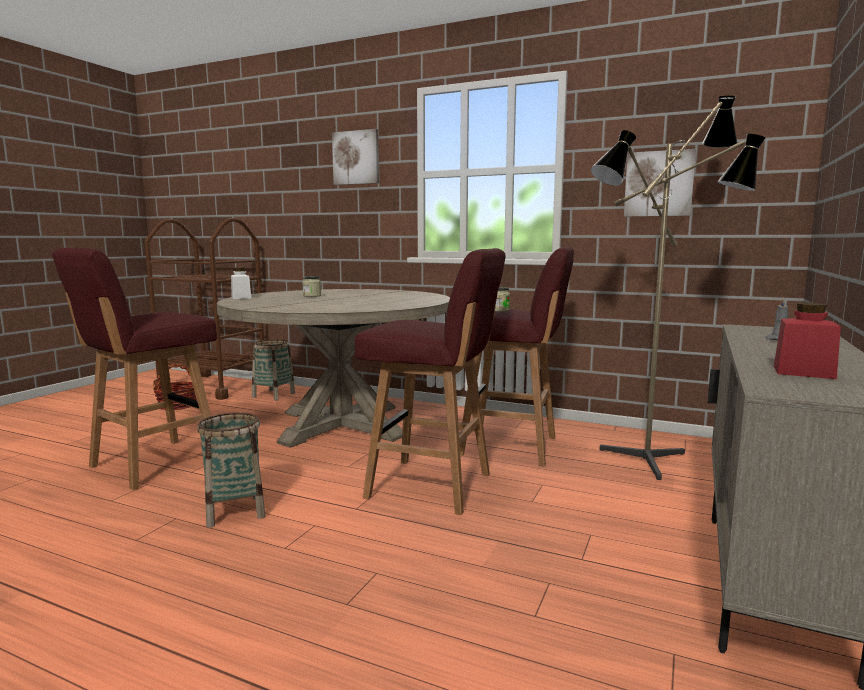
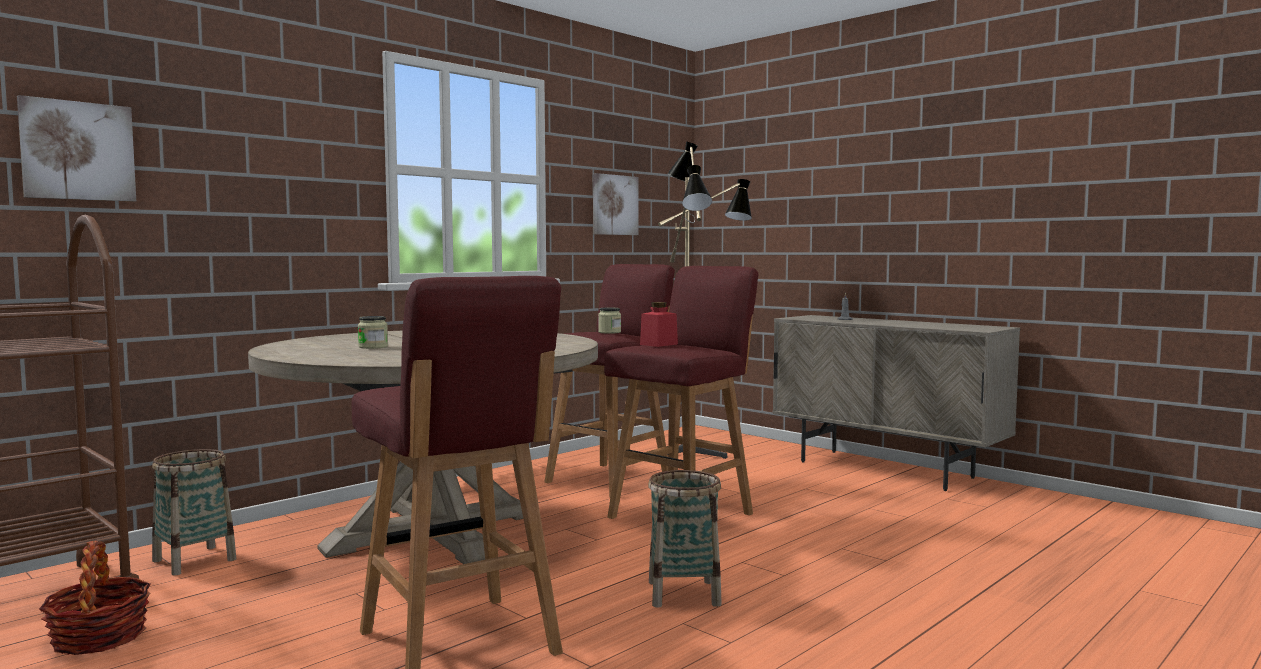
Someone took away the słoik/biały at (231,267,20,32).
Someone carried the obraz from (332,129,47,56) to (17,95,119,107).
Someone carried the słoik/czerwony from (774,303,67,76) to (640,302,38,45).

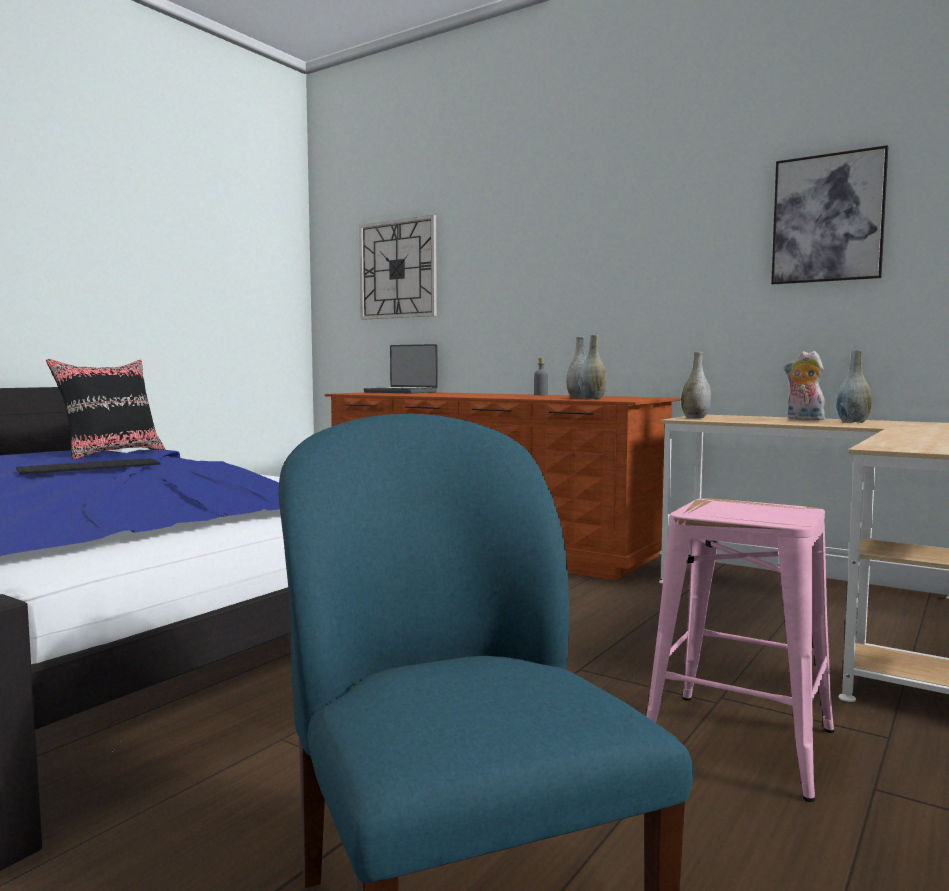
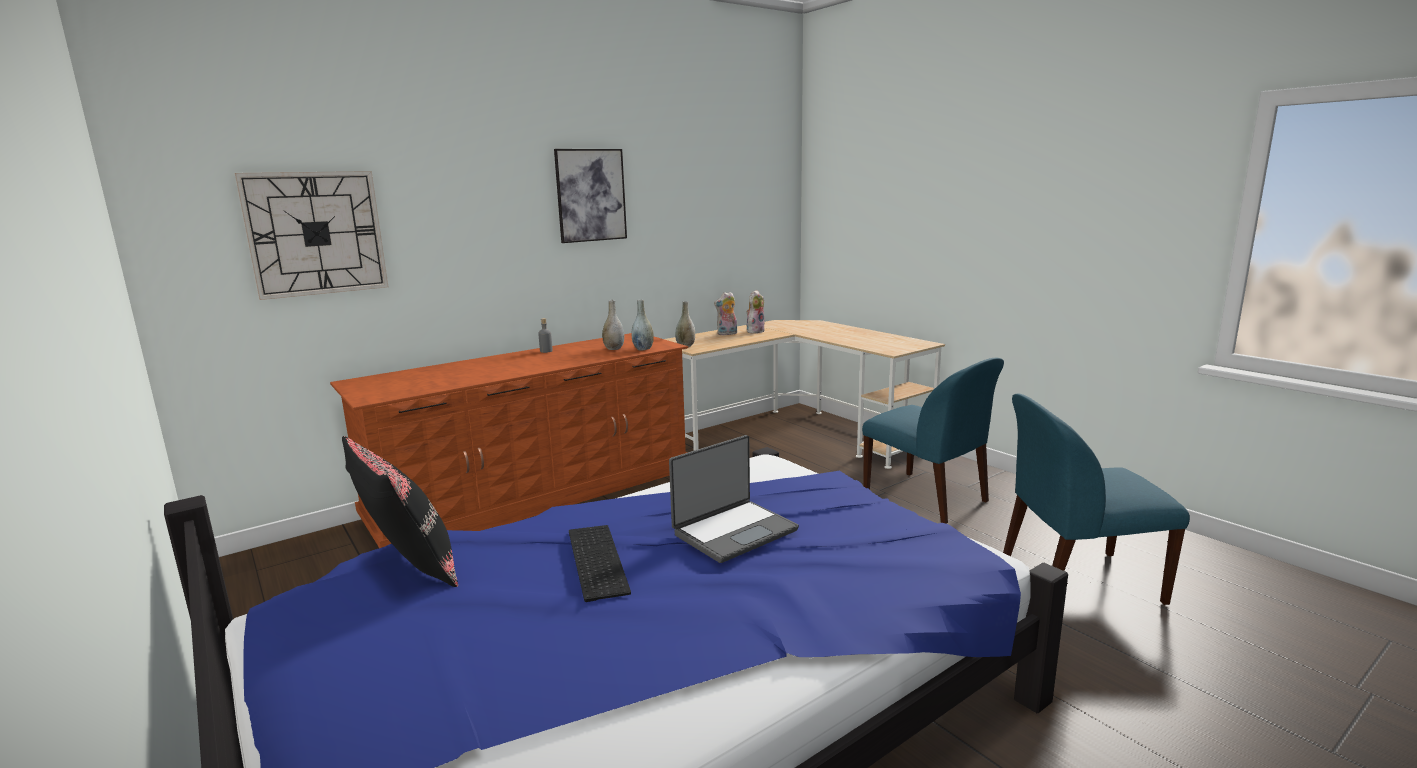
Someone carried the laptop from (363,344,75,50) to (669,435,130,128).
Someone carried the obraz from (771,145,117,139) to (554,149,73,94).
Someone swapped the stołek/różowy at (646,498,188,304) for the krzesło/niebieski at (862,358,142,166).
Someone swapped the wazon/szary at (836,350,36,73) for the pluszak at (746,290,19,44).

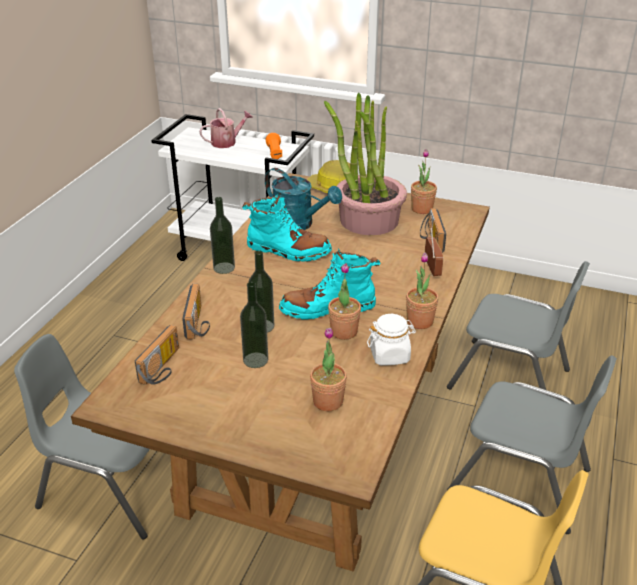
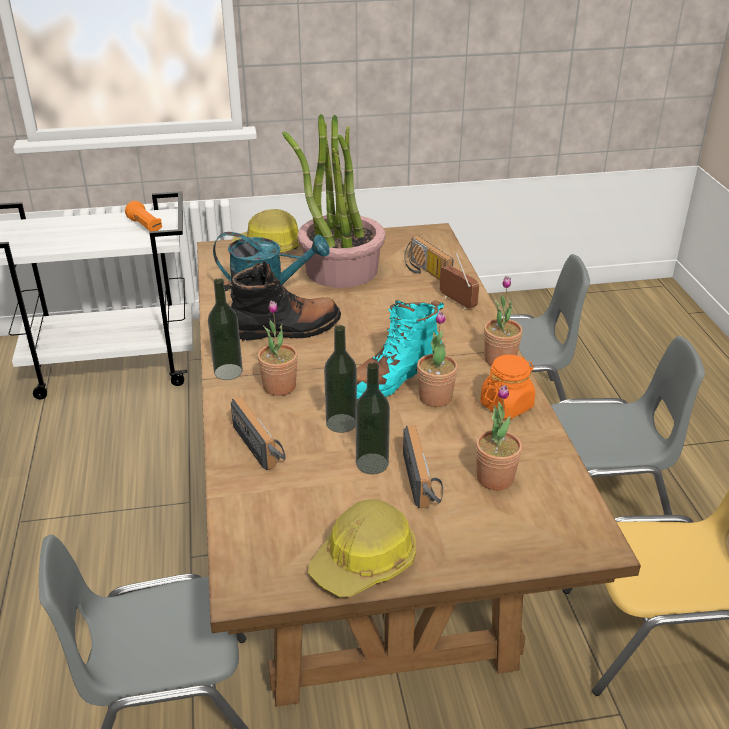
Someone took away the konewka at (199,108,54,40).
Someone put down the kask at (308,500,108,97).
Someone carried the radio from (135,325,44,60) to (403,425,40,83).
Someone carried the roślina doniczkowa from (411,149,26,65) to (258,301,40,95).
Someone repainted the but z cholewką/turkusowy at (242,195,90,67), which became the but z cholewką/czarny at (224,261,117,80).
Someone repainted the słoik/biały at (367,314,49,52), which became the słoik/pomarańczowy at (480,355,55,64).

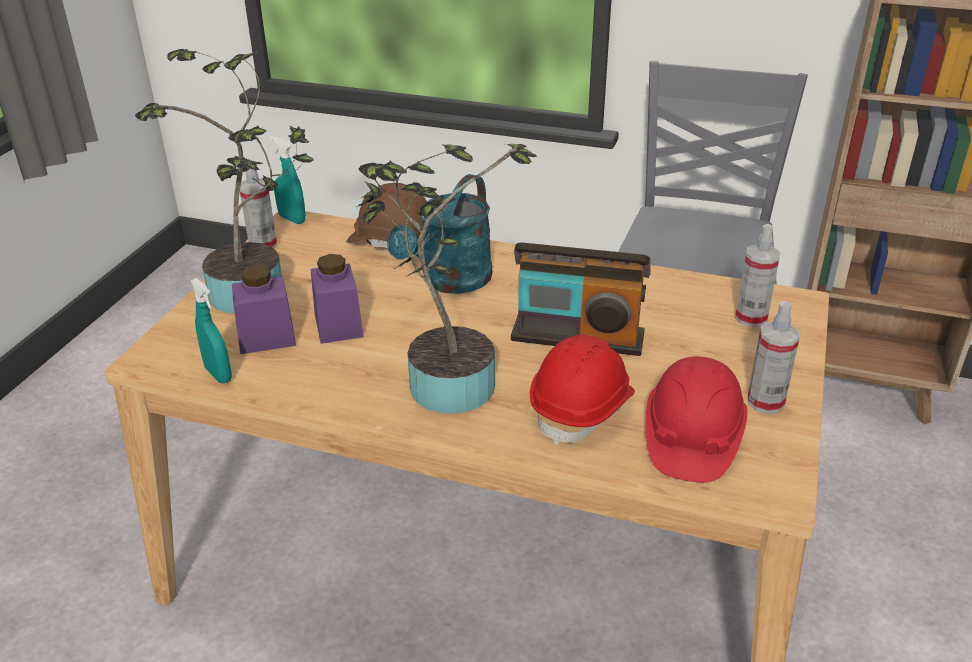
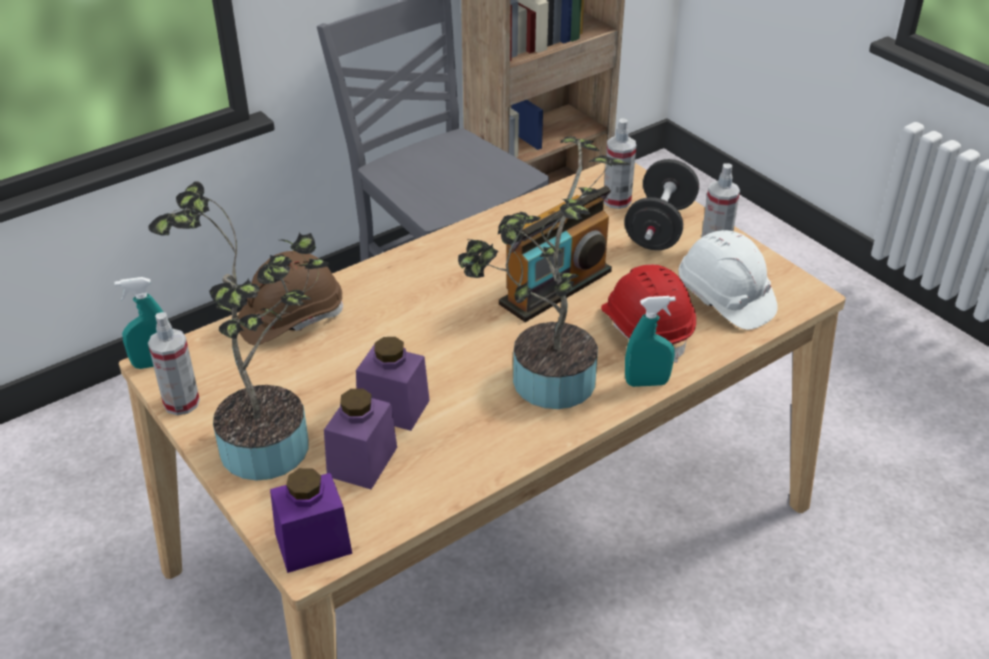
Someone took away the konewka/turkusowy at (387,174,105,120).
Someone put down the słoik/fioletowy at (270,468,82,105).
Someone put down the hantel/czarny at (624,159,75,91).
Someone carried the spryskiwacz/turkusowy from (191,278,41,105) to (625,296,51,91).
Someone repainted the kask/czerwony at (646,356,102,127), which became the kask/biały at (678,230,100,100).

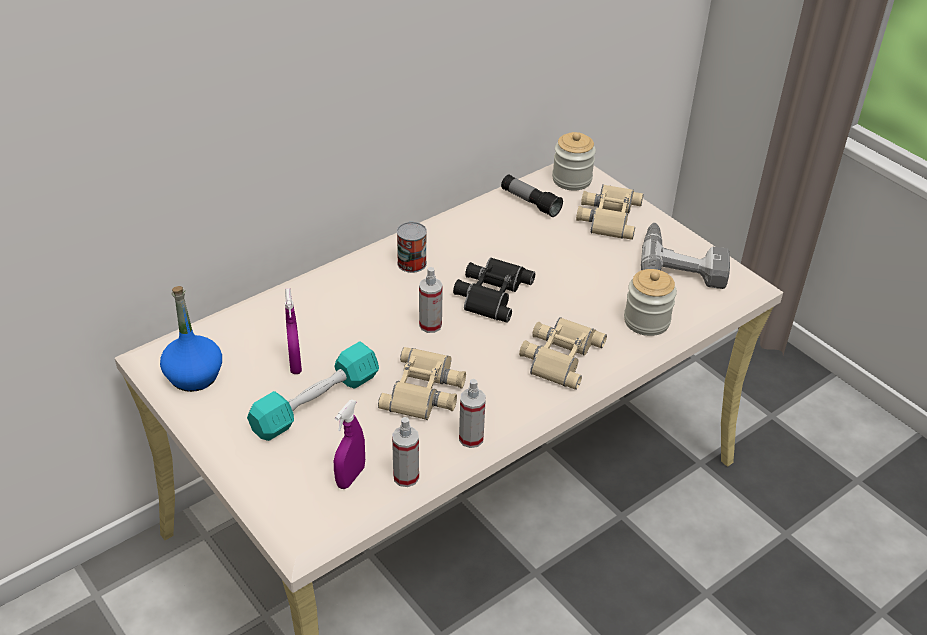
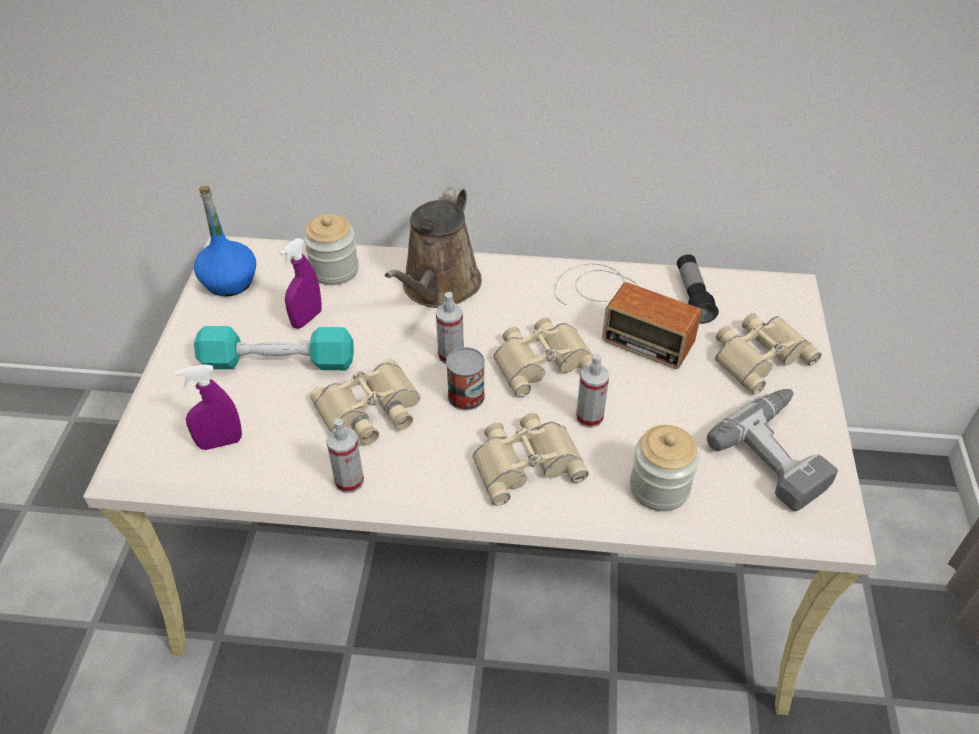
Someone put down the konewka/brązowy at (385,186,97,122).
Someone put down the radio at (554,263,147,106).
Someone carried the spryskiwacz from (392,417,27,70) to (576,353,33,75).
Someone carried the puszka from (397,222,30,51) to (446,347,39,64).
Someone carried the słoik from (552,132,44,59) to (304,214,55,71).
Someone repainted the lornetka/czarny at (453,257,82,66), which became the lornetka/beżowy at (494,318,99,79).

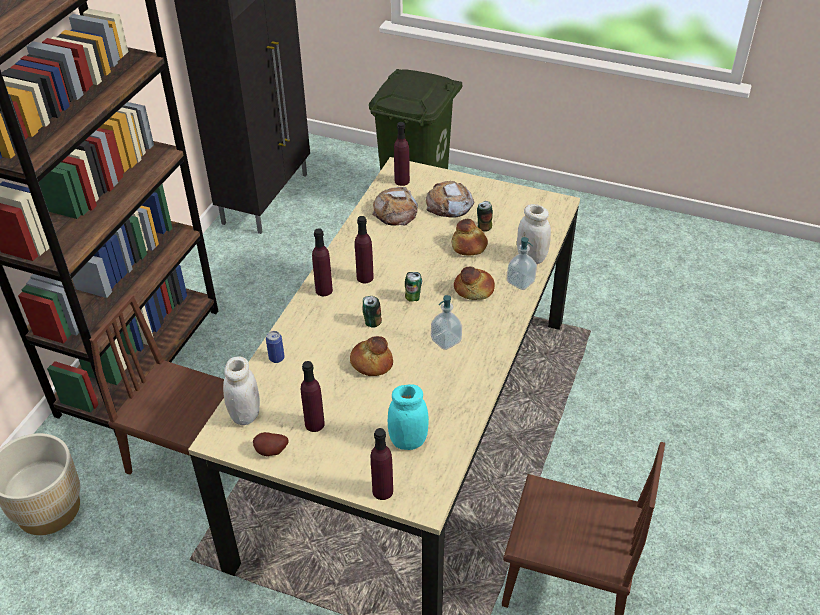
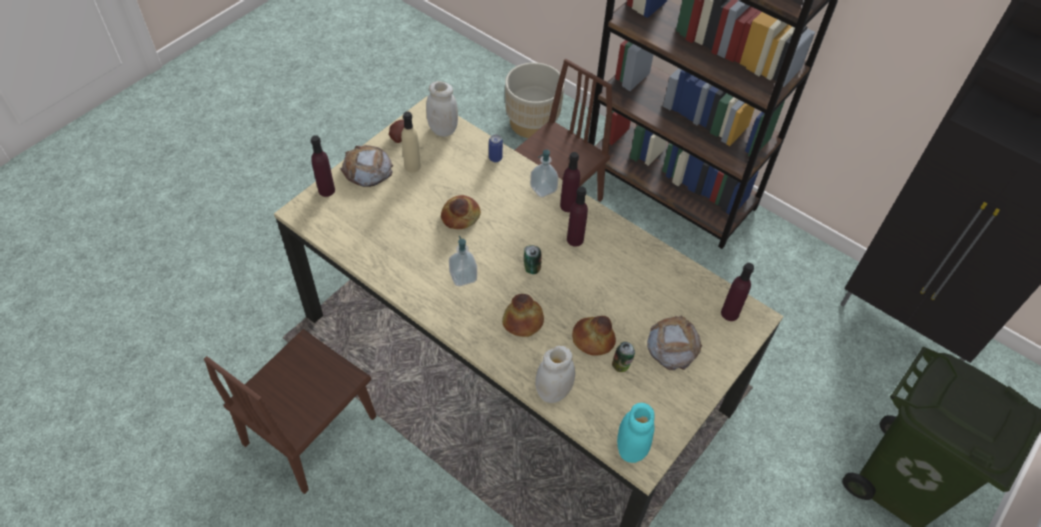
Someone took away the puszka at (362,296,20,32).
Someone carried the chleb from (372,187,46,39) to (341,145,52,42).
Someone carried the słoik/turkusowy from (388,384,41,66) to (617,403,37,60).
Someone carried the dozownik mydła from (507,237,30,53) to (530,150,28,47).
Someone repainted the butelka/fioletowy at (301,361,24,71), which became the butelka/beżowy at (401,111,20,62).

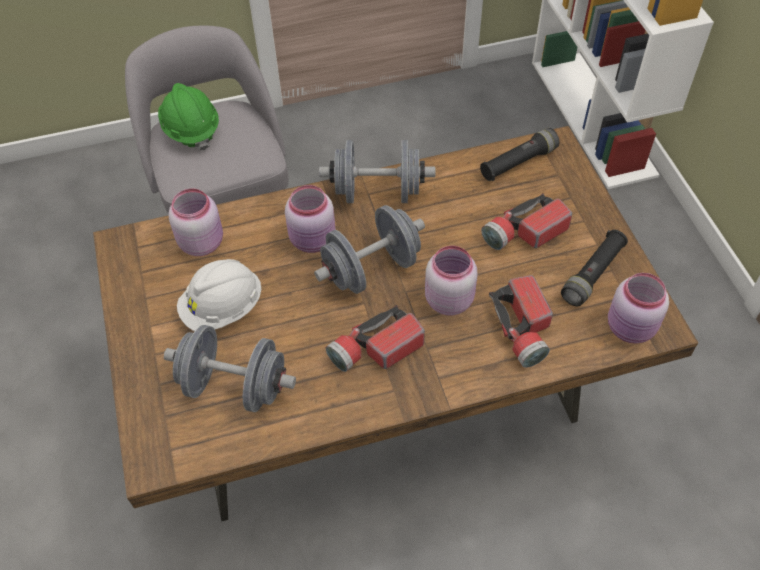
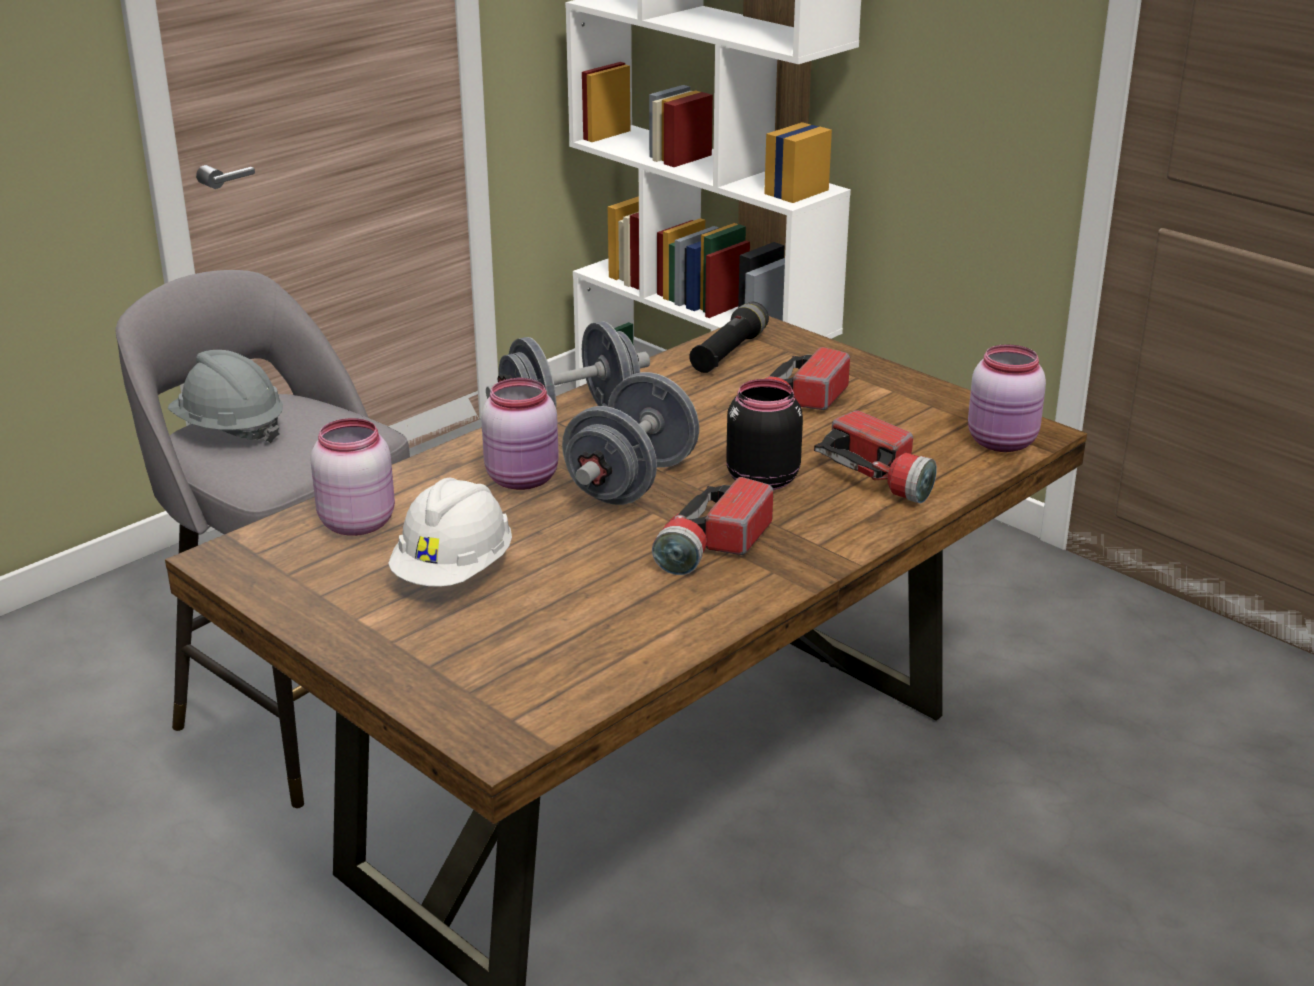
Someone took away the hantel/szary at (164,325,132,87).
Someone took away the latarka/czarny at (561,230,67,76).
Someone repainted the kask/zielony at (158,83,61,67), which became the kask/szary at (168,350,115,93).
Someone repainted the słoik/różowy at (425,246,53,69), which became the słoik/czarny at (726,379,77,111).

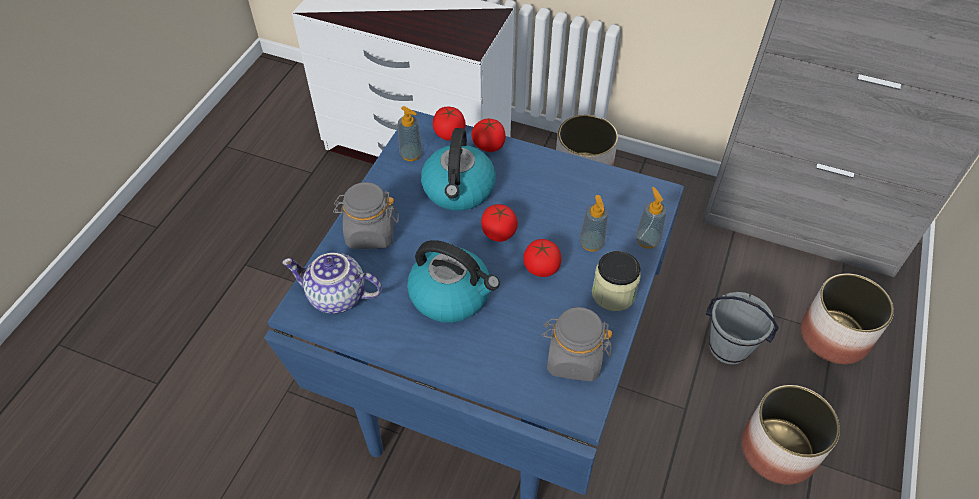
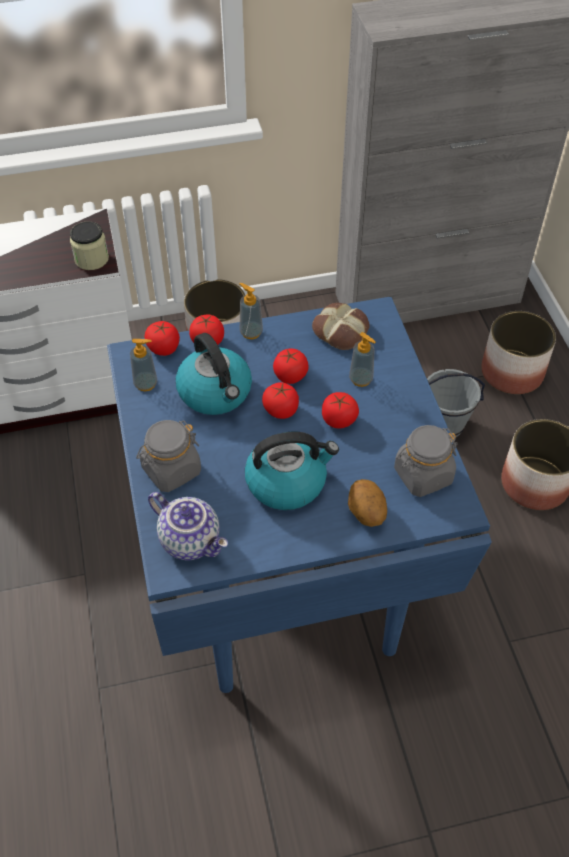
Someone put down the pomidor at (273,349,36,35).
Someone put down the chleb at (312,303,58,47).
Someone put down the ziemniak at (348,479,39,48).
Someone carried the słoik from (592,251,49,60) to (70,221,39,49).
Someone carried the dozownik mydła from (636,187,31,62) to (240,283,23,56).
Someone rotated the imbryk at (282,253,100,61) by 120 degrees counterclockwise.

